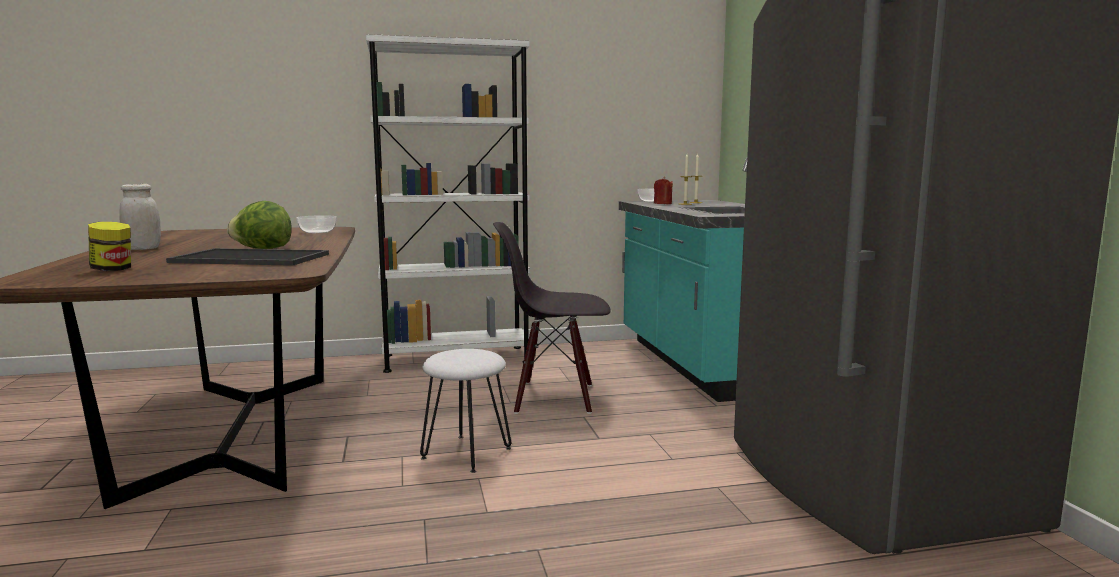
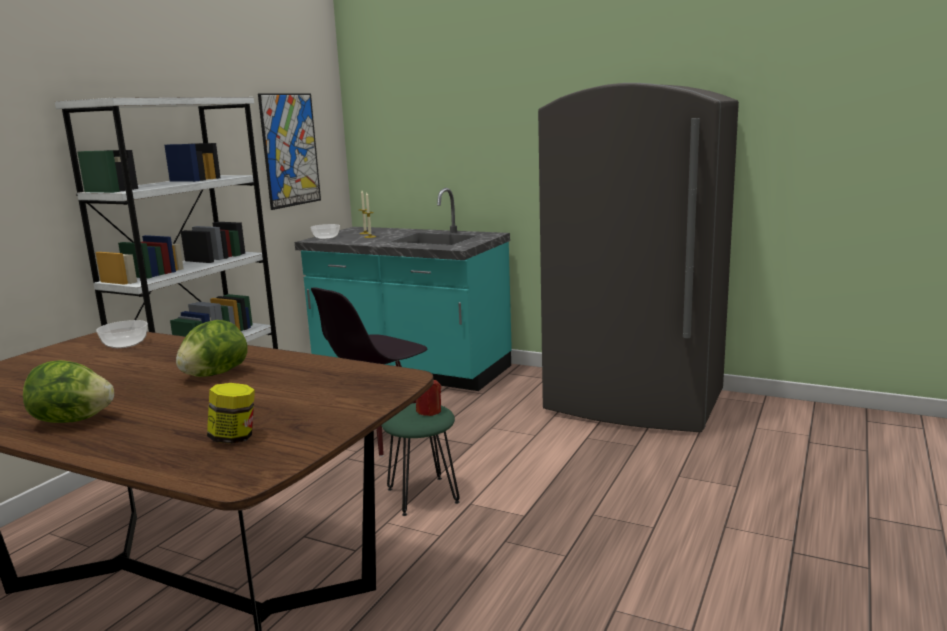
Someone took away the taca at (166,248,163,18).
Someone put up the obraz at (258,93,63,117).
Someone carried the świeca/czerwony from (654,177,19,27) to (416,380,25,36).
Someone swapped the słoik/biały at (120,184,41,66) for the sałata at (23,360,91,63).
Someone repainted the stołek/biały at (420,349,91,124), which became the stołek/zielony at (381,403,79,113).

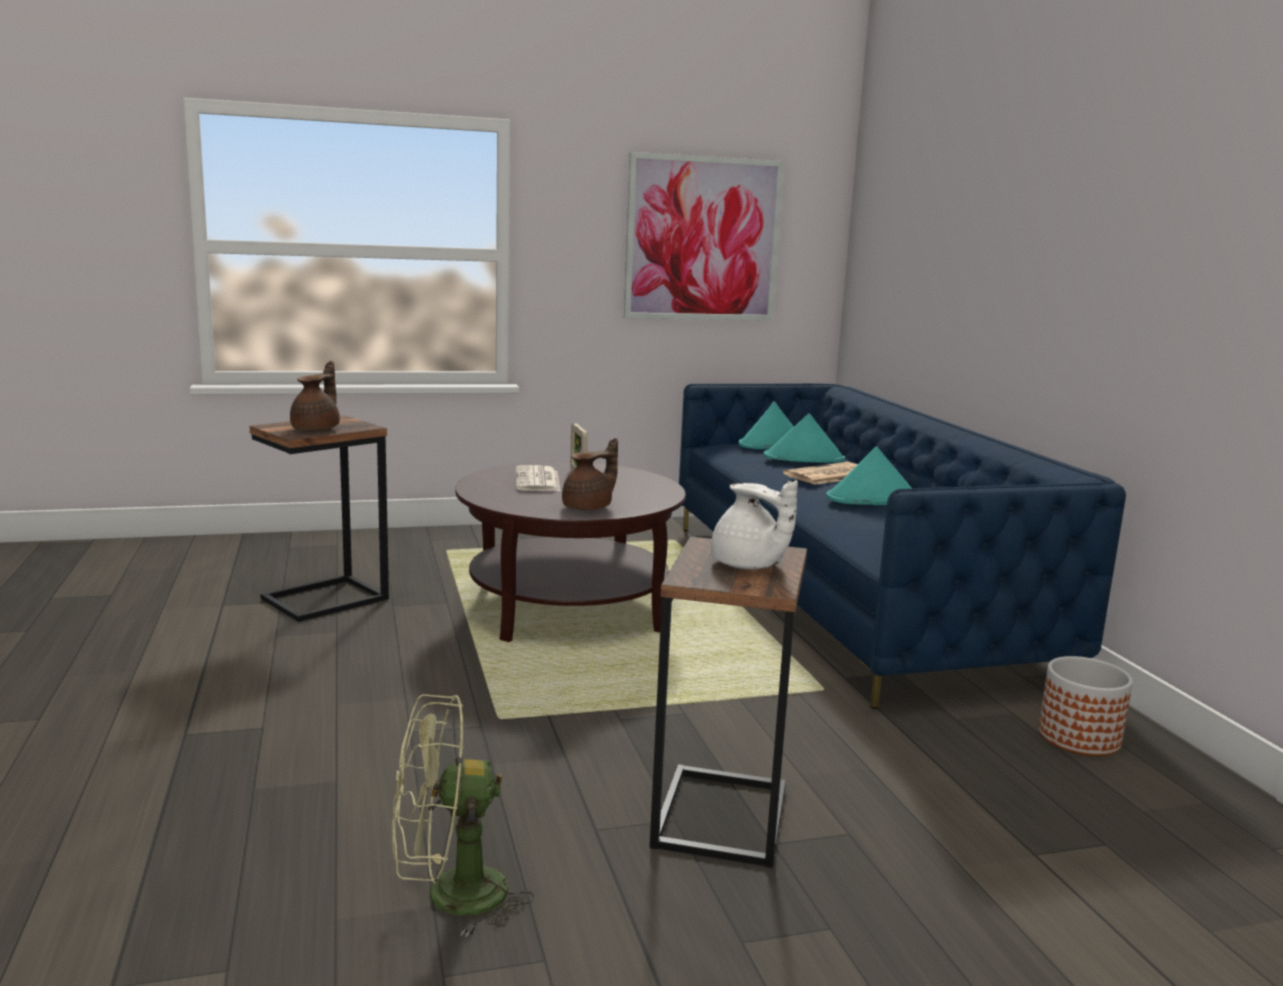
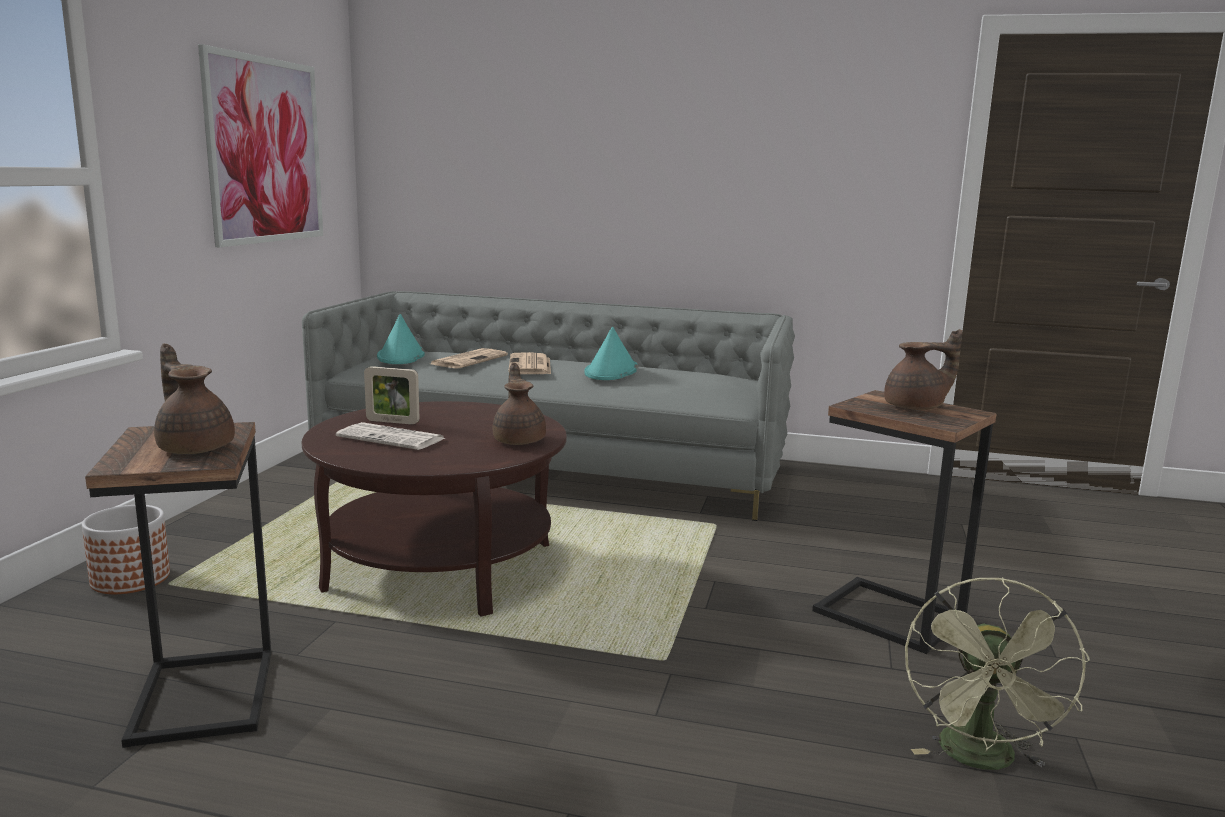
Someone carried the donica from (1039,656,94,100) to (82,505,88,89).
Someone swapped the kapelusz/turkusowy at (763,413,82,50) for the gazeta at (431,348,77,20).
Someone repainted the kanapa/niebieski at (679,384,447,325), which became the kanapa/szary at (302,291,493,230).
Someone repainted the imbryk/biały at (711,480,87,89), which became the imbryk/brązowy at (884,329,78,81).

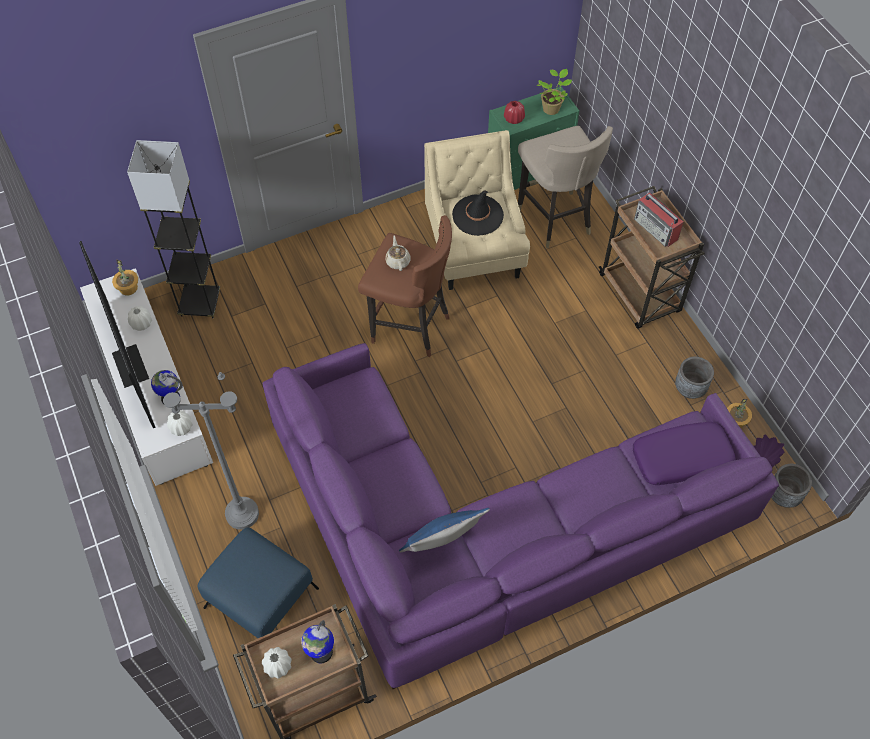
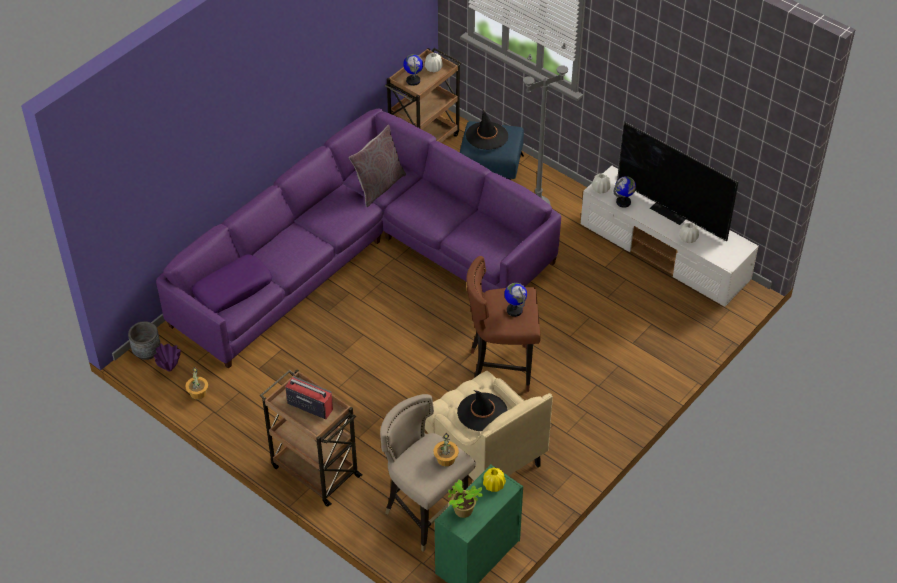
Someone took away the lampa stojąca/szary at (127,140,93,178).
Someone took away the donica/szary at (675,356,39,43).
Someone put down the kapelusz/czarny at (466,108,42,42).
Someone carried the roślina doniczkowa from (112,259,26,37) to (433,433,26,34).
Someone swapped the imbryk/beżowy at (385,236,25,35) for the globus at (504,283,23,34).
Someone repainted the poduszka/niebieski at (399,508,91,44), which became the poduszka/szary at (349,125,57,82).
Someone repainted the wazon/czerwony at (504,101,21,23), which became the wazon/żółty at (483,467,23,25).

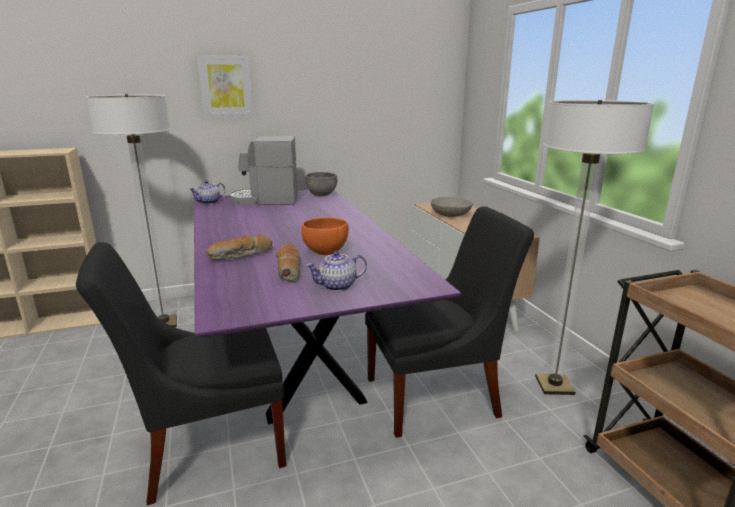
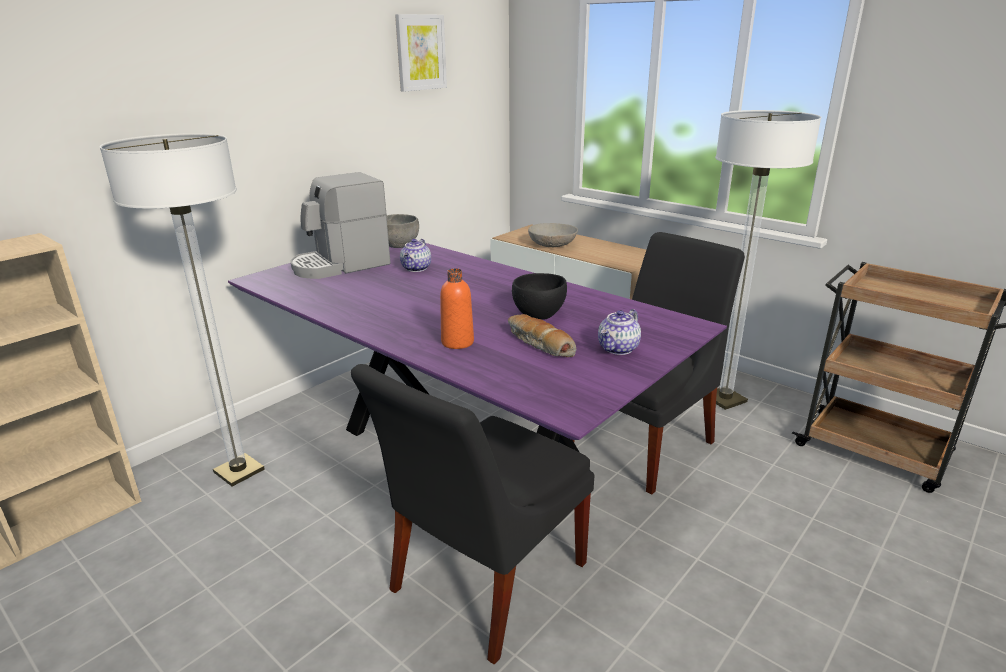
Someone carried the imbryk from (189,181,36,23) to (400,239,31,33).
Someone carried the obraz from (197,55,56,61) to (395,14,52,78).
Someone swapped the chleb at (206,235,67,26) for the butelka/pomarańczowy at (440,268,34,81).
Someone repainted the miska/pomarańczowy at (301,217,48,38), which became the miska/czarny at (512,273,55,47).

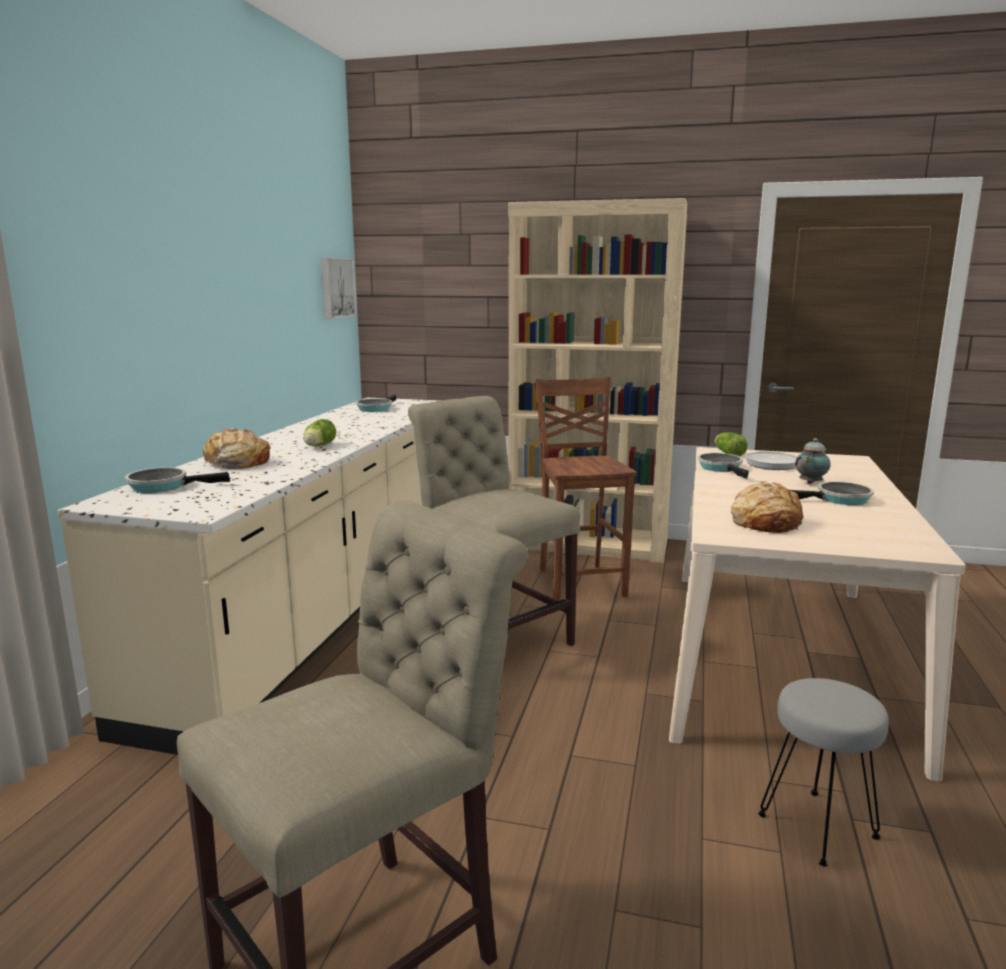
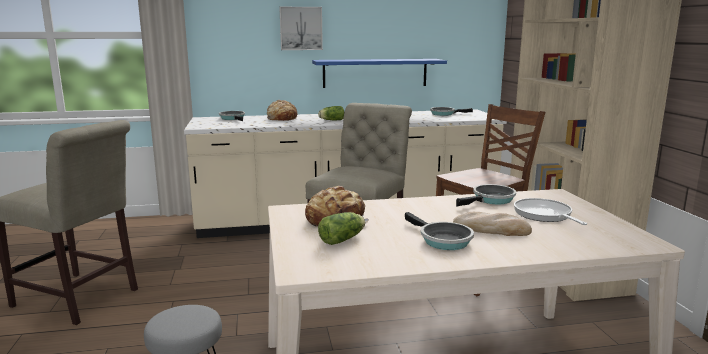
Someone put up the półka/niebieski at (312,59,135,29).
Someone carried the obraz from (321,258,35,61) to (279,7,44,43).
Someone carried the sałata from (715,432,33,24) to (318,212,47,33).
Someone swapped the imbryk at (795,438,36,46) for the chleb at (453,212,79,24).

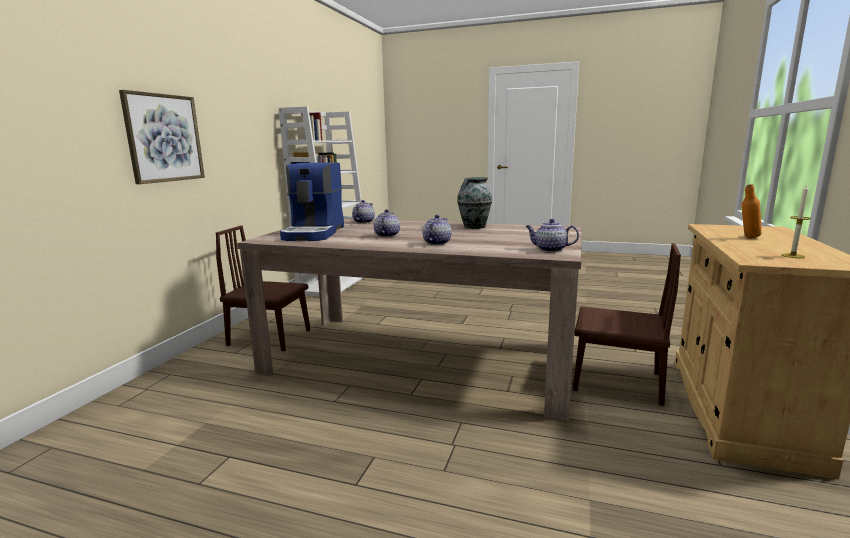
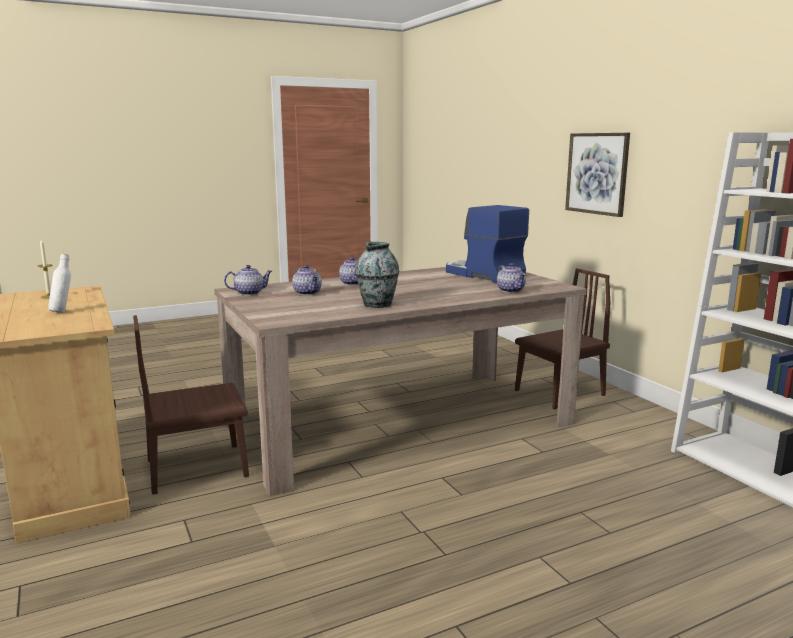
Someone carried the imbryk from (374,209,26,28) to (292,265,30,30).
Someone repainted the butelka/pomarańczowy at (742,184,19,54), which became the butelka/biały at (48,254,23,59).

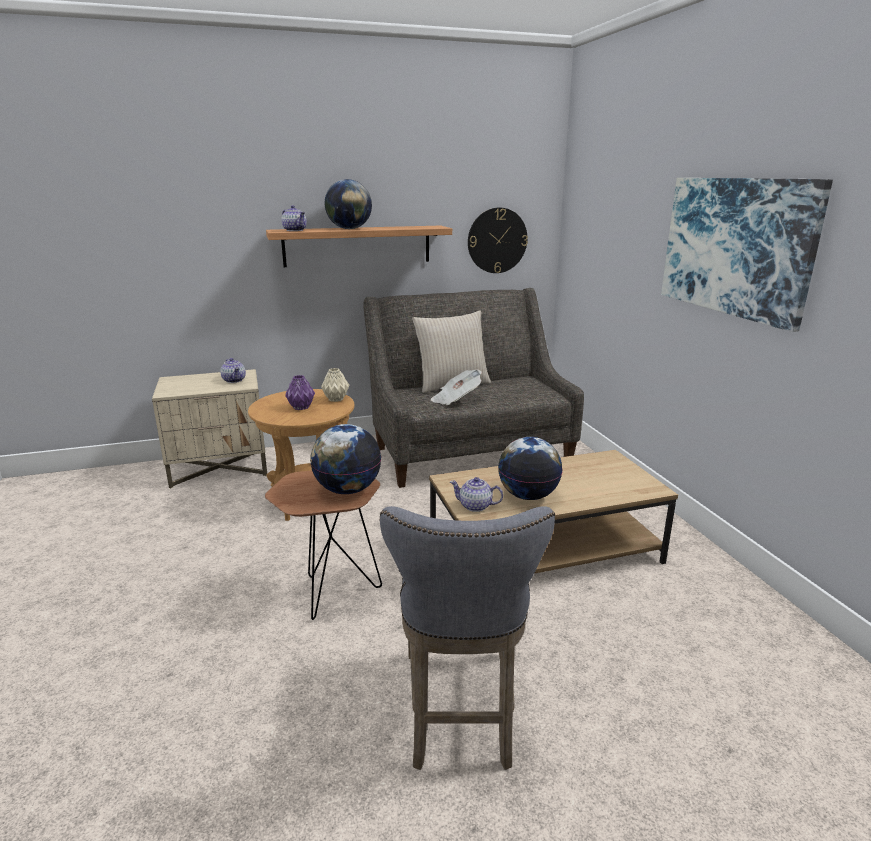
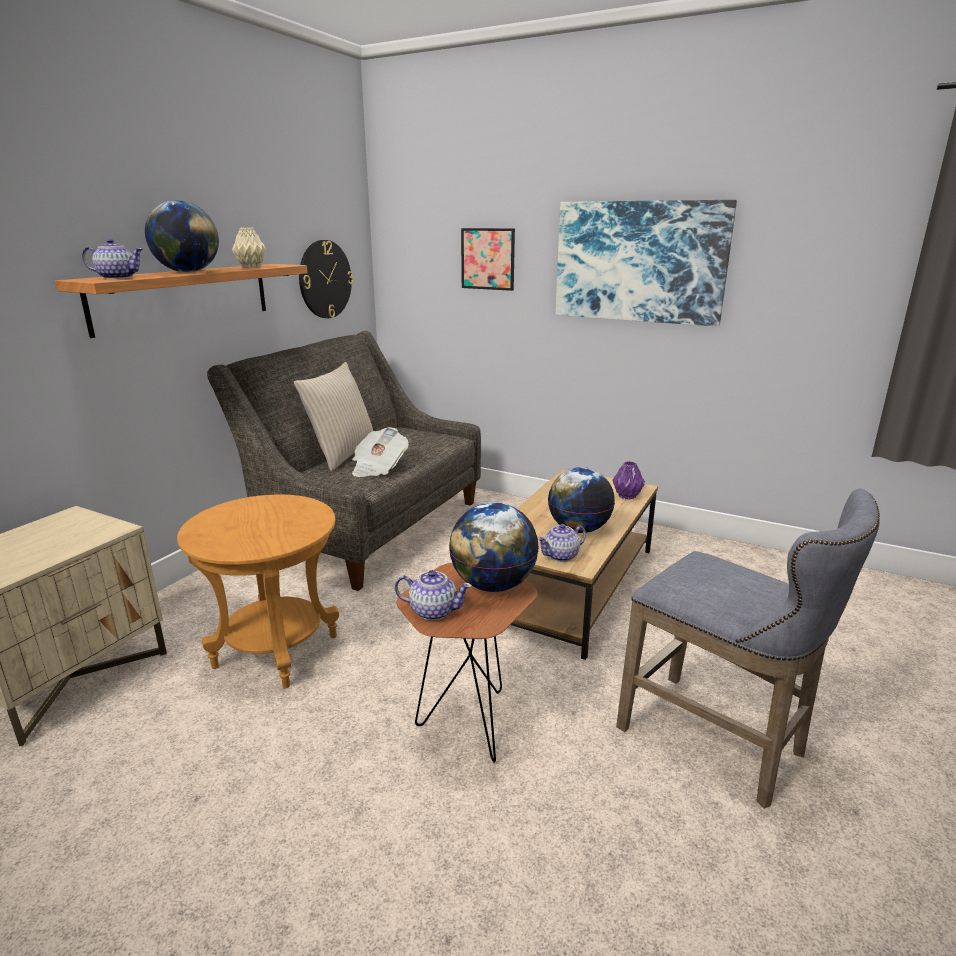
Someone put up the obraz at (461,228,54,63).
Someone carried the imbryk from (220,358,26,25) to (395,570,77,50).
Someone carried the wazon/fioletowy from (285,375,30,35) to (612,461,33,39).
Someone carried the wazon/beżowy from (321,368,28,34) to (232,228,34,40).

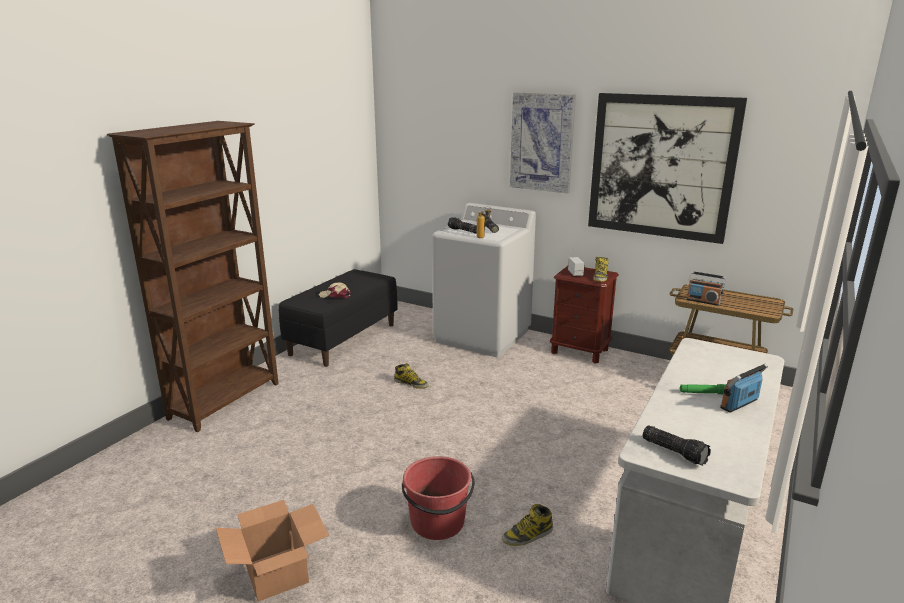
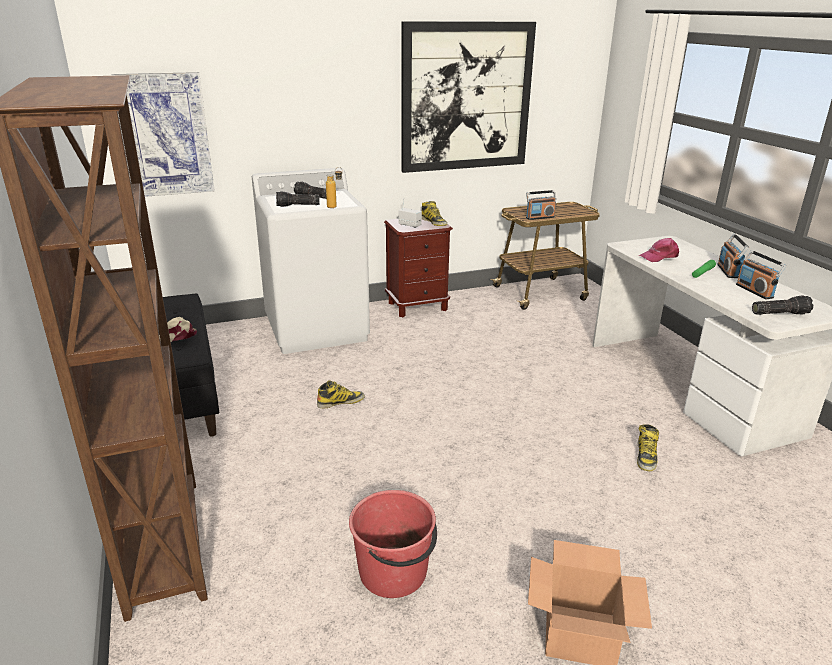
Someone put down the czapka z daszkiem/różowy at (638,238,41,24).
Someone put down the radio at (736,250,50,49).
Someone carried the wiadro/czerwony from (402,456,73,84) to (349,490,88,108).
Someone carried the obraz from (510,93,66,100) to (112,72,103,125).

